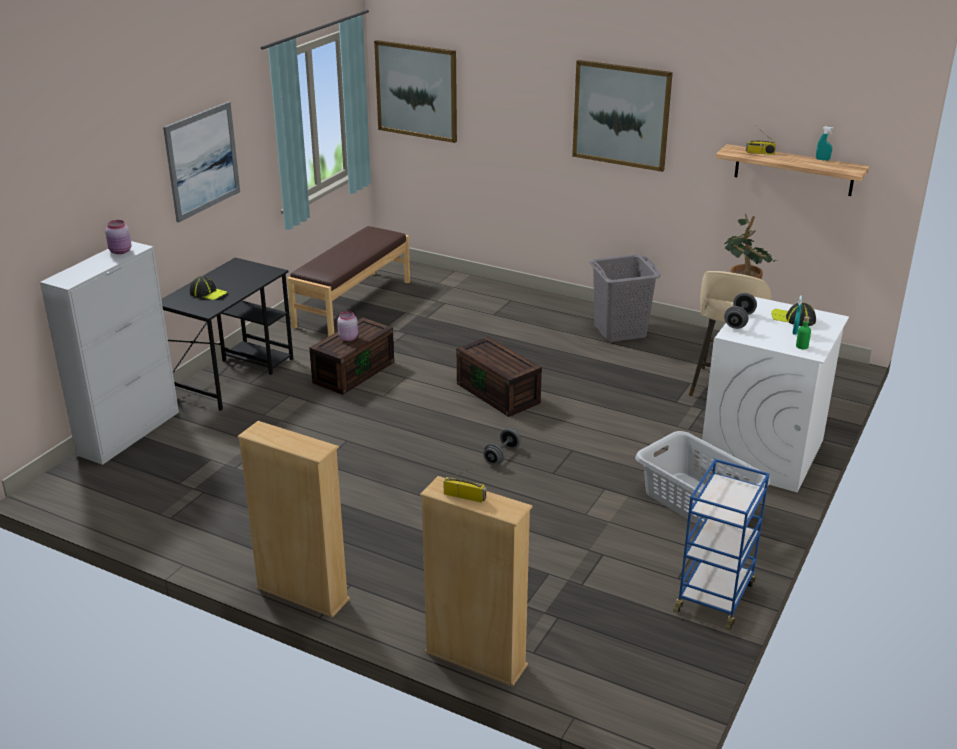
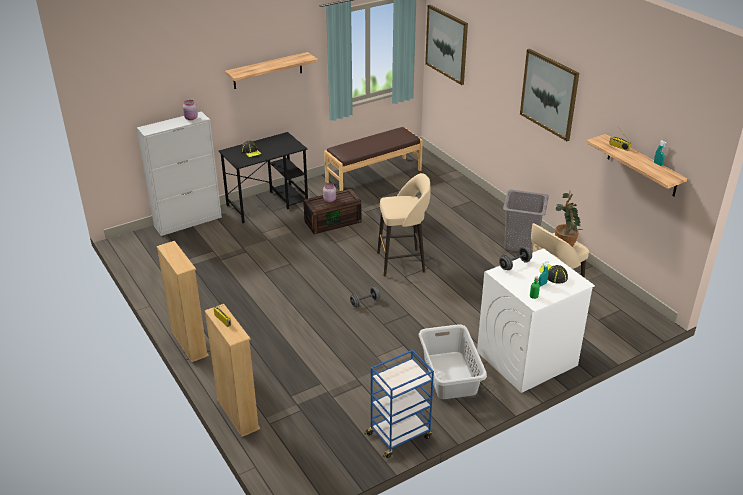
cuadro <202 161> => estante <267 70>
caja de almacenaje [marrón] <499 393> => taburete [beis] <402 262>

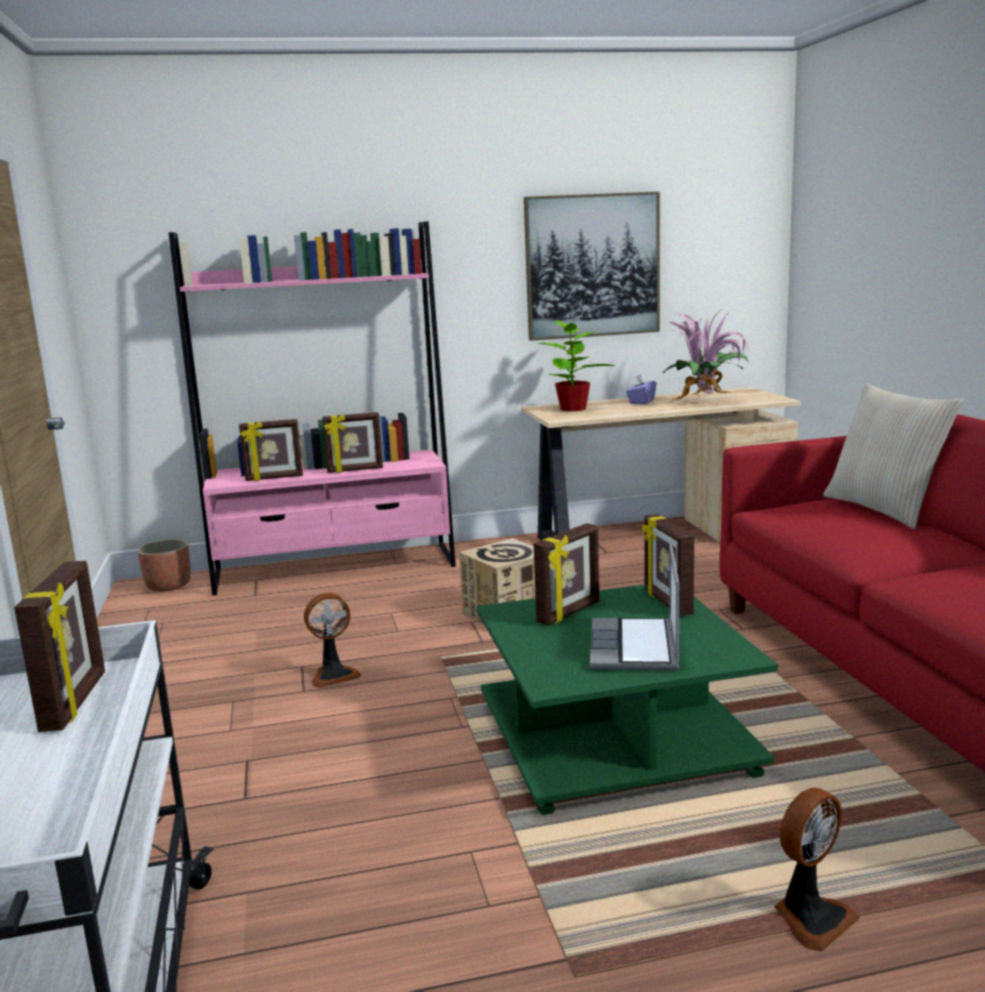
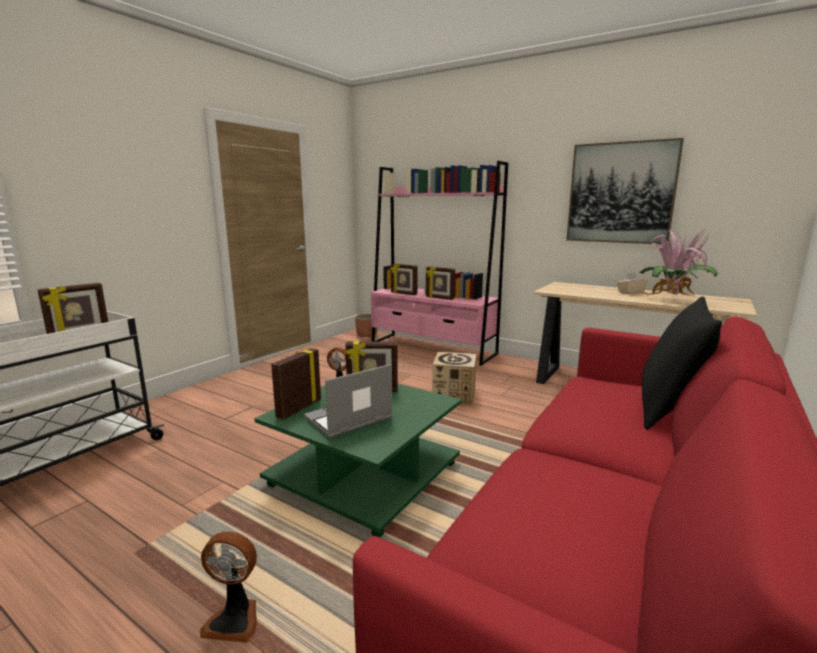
planta en maceta <573 409> => nothing
caja de pañuelos [morado] <641 402> => caja de pañuelos [beis] <630 292>
portarretratos <666 603> => portarretratos <298 408>, move
cojín [beis] <884 509> => cojín [negro] <668 409>

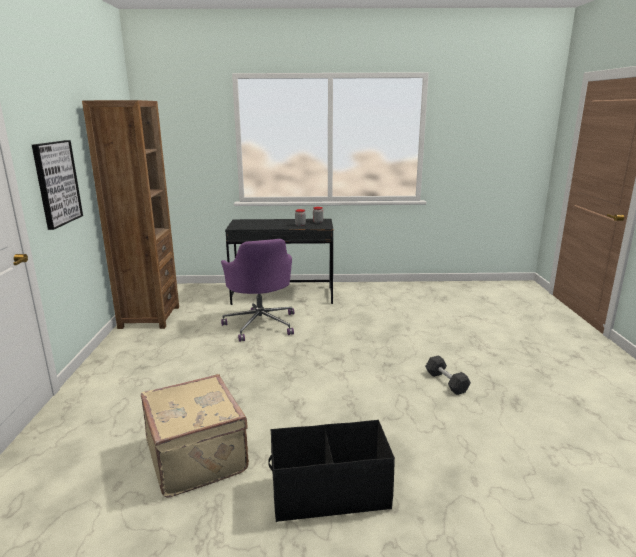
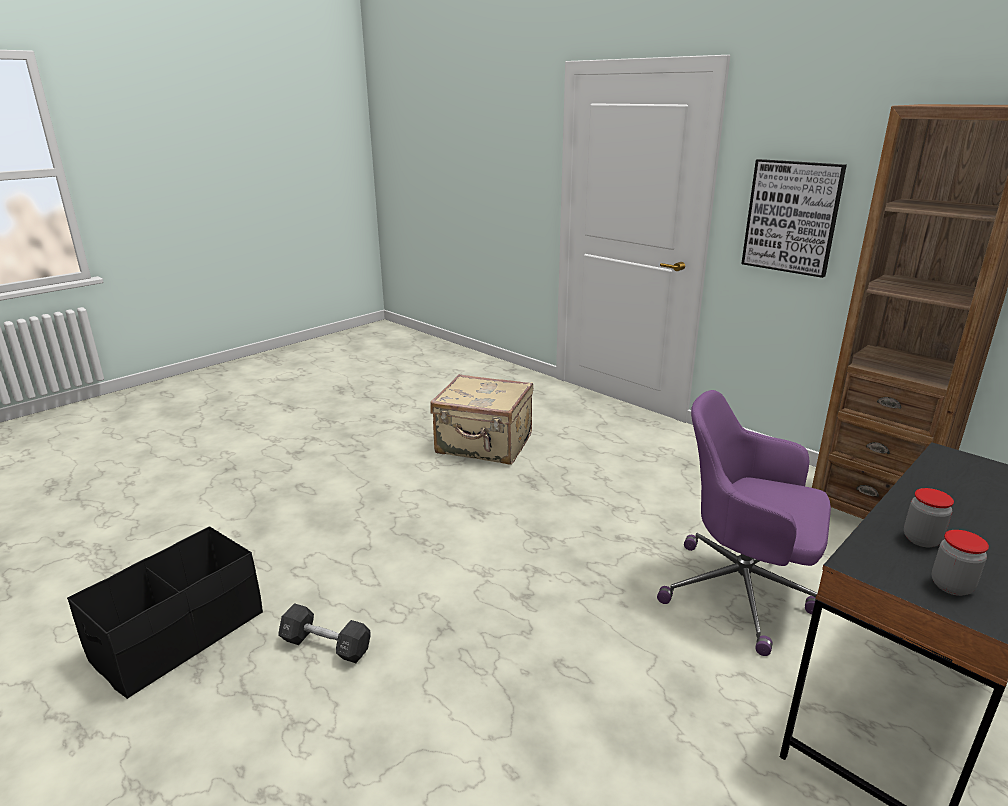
caja de almacenaje [negro] <329 492> => caja de almacenaje [negro] <180 636>, move

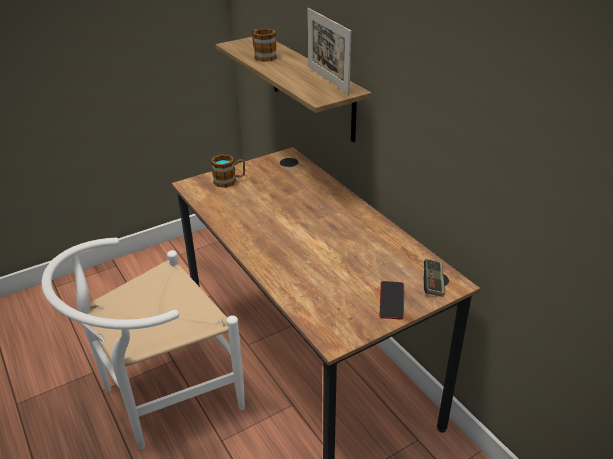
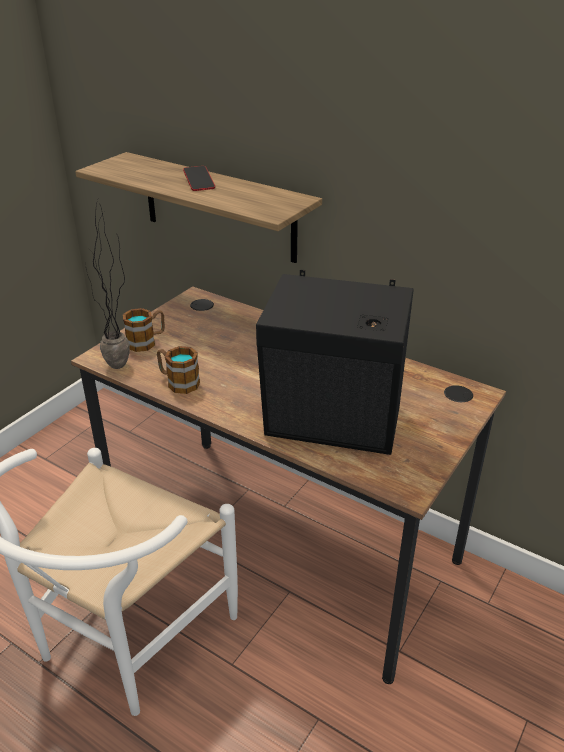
taza grande <262 56> => taza grande <178 382>, move
portarretratos <327 79> => nothing
móvil <391 302> => móvil <199 182>, move
mando de consola <433 283> => nothing
nothing => planta en maceta <119 370>
nothing => altavoz [negro] <334 426>

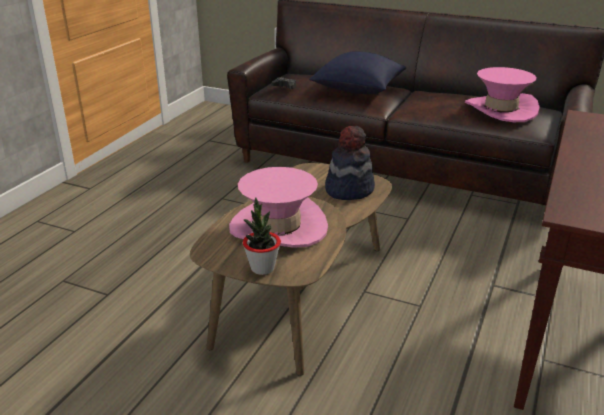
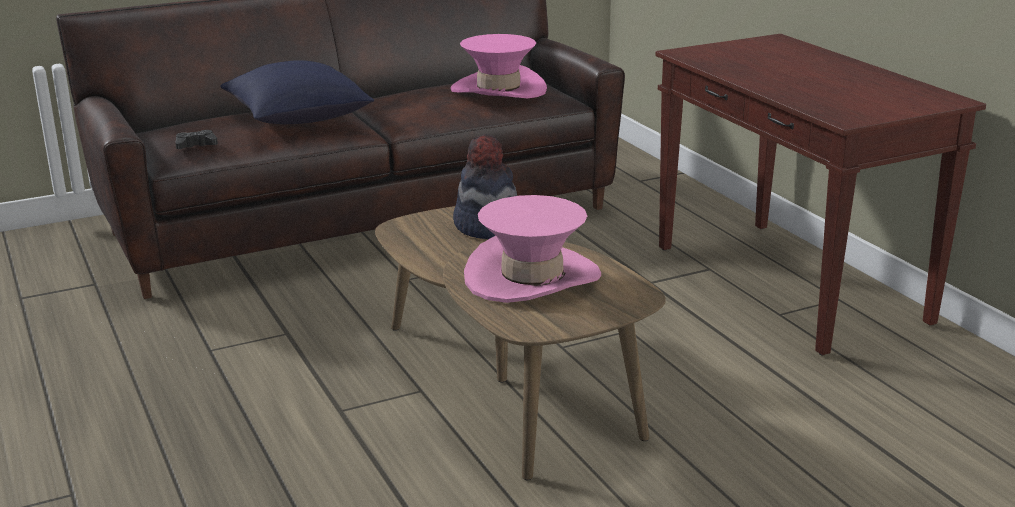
planta en maceta <262 268> => nothing

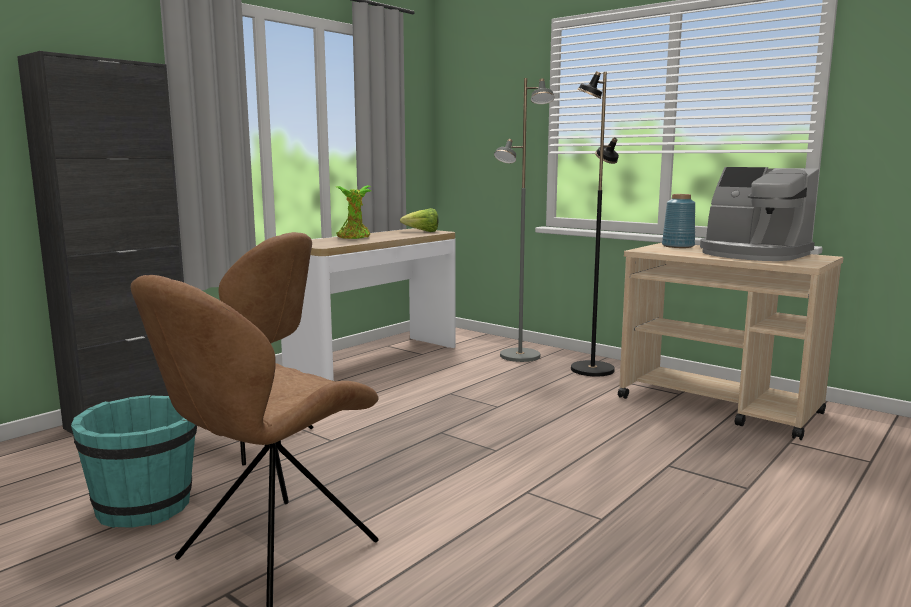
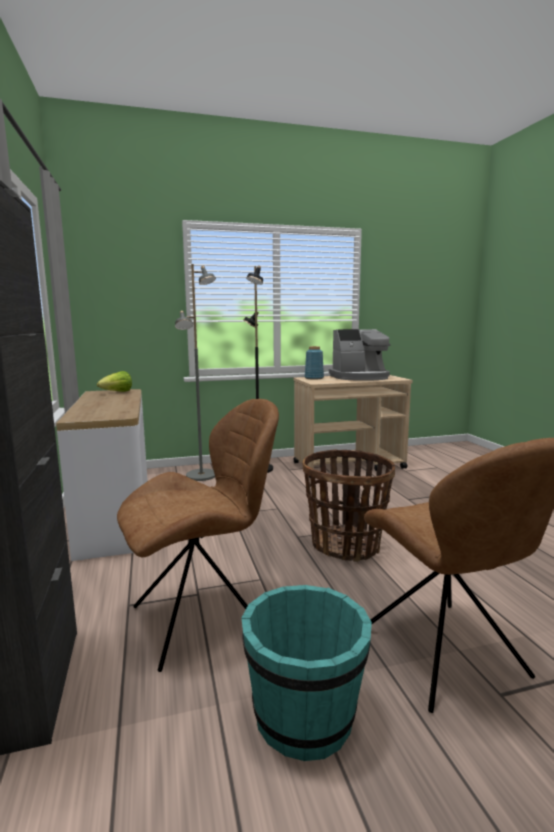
planta en maceta <354 238> => nothing
nothing => cesta <346 545>

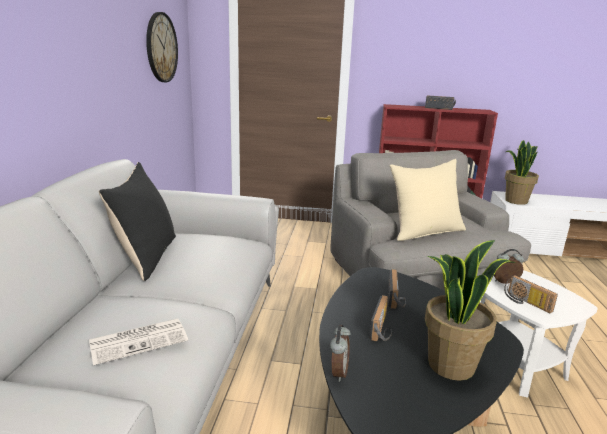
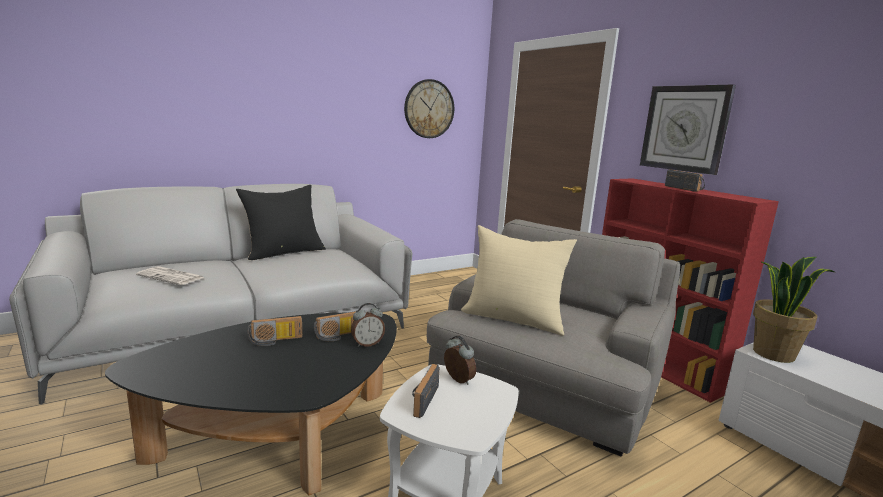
despertador <338 372> => despertador <367 344>, move
planta en maceta <450 364> => nothing
nothing => reloj de pared <685 128>

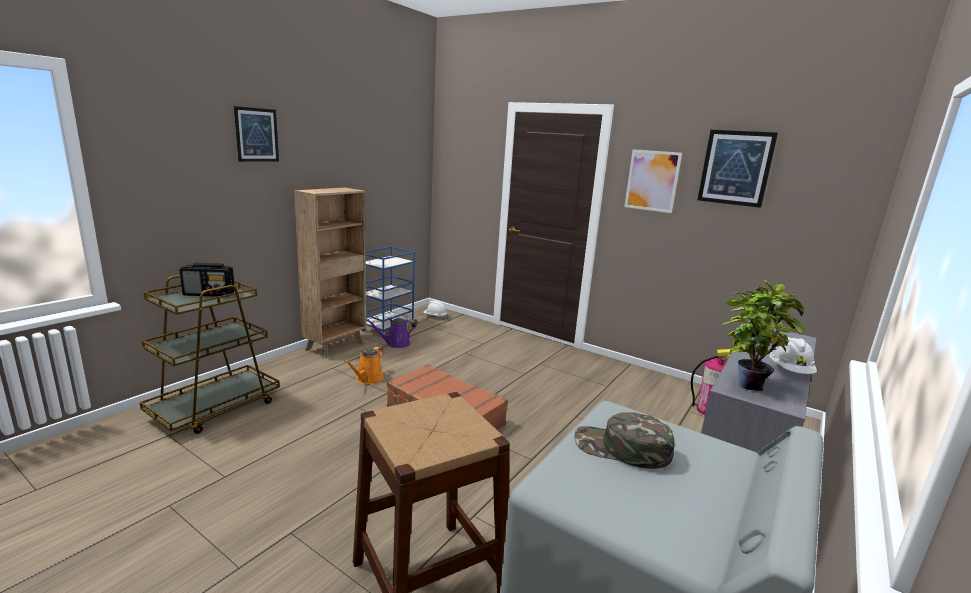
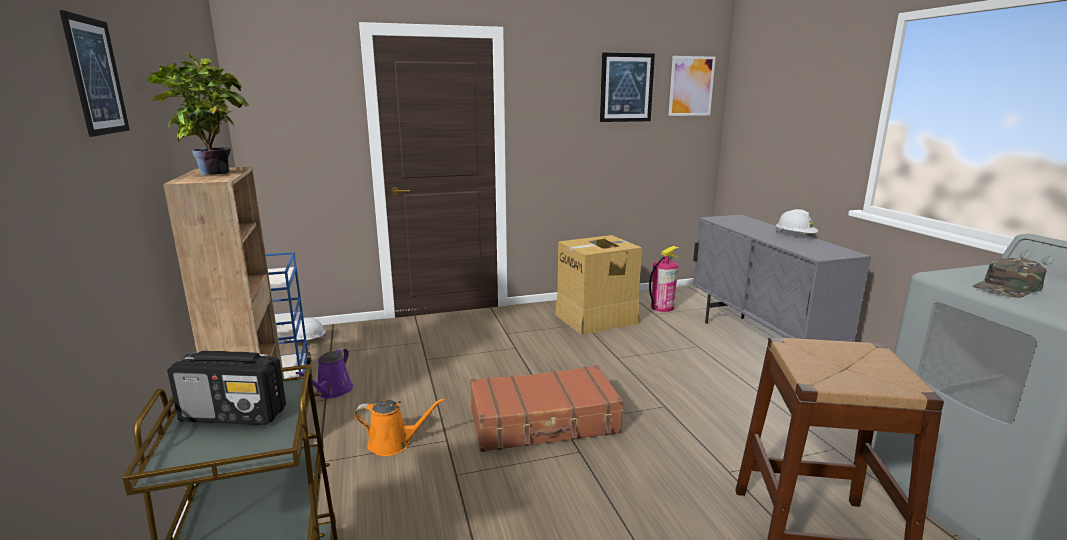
radio <209 294> => radio <234 415>, 60 degrees clockwise
regadera [naranja] <368 379> => regadera [naranja] <393 443>, 60 degrees counterclockwise
cuadro <652 180> => cuadro <691 86>, move
planta en maceta <747 383> => planta en maceta <212 173>, move
nothing => caja de cartón <597 318>

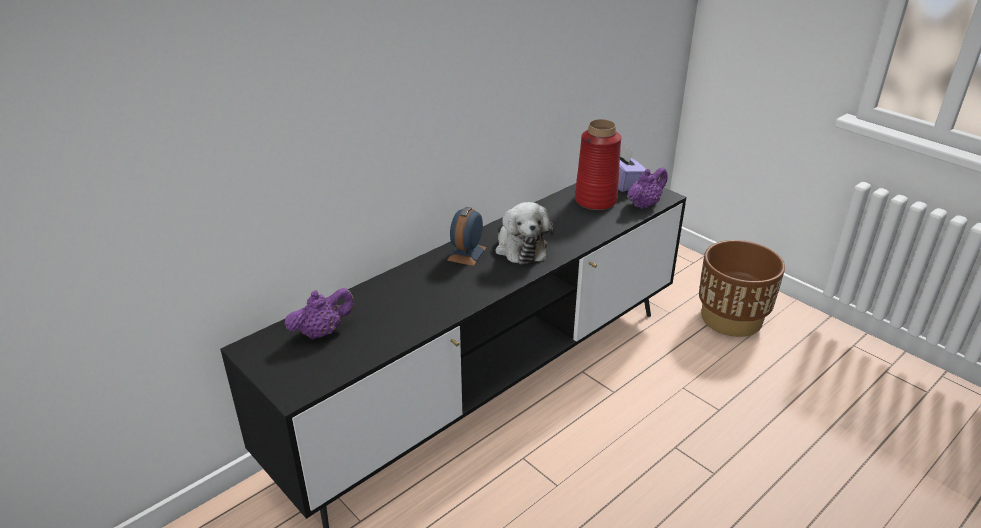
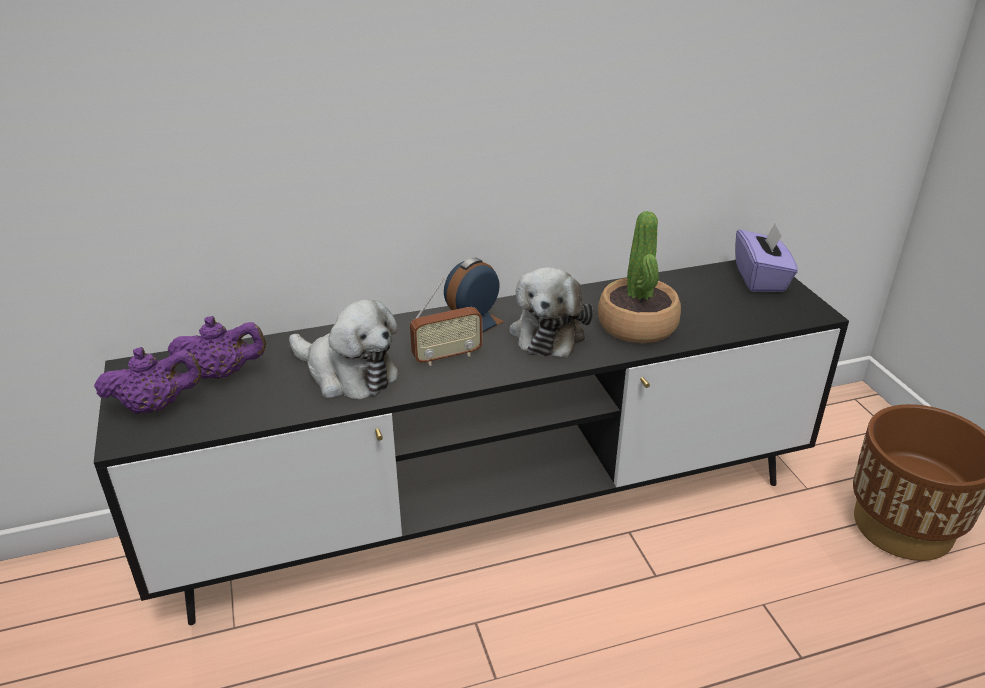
florero [rojo] <596 200> => nothing
tetera [morado] <644 204> => tetera [morado] <156 406>, move
nothing => peluche <347 374>
nothing => radio <447 356>
nothing => planta en maceta <637 325>

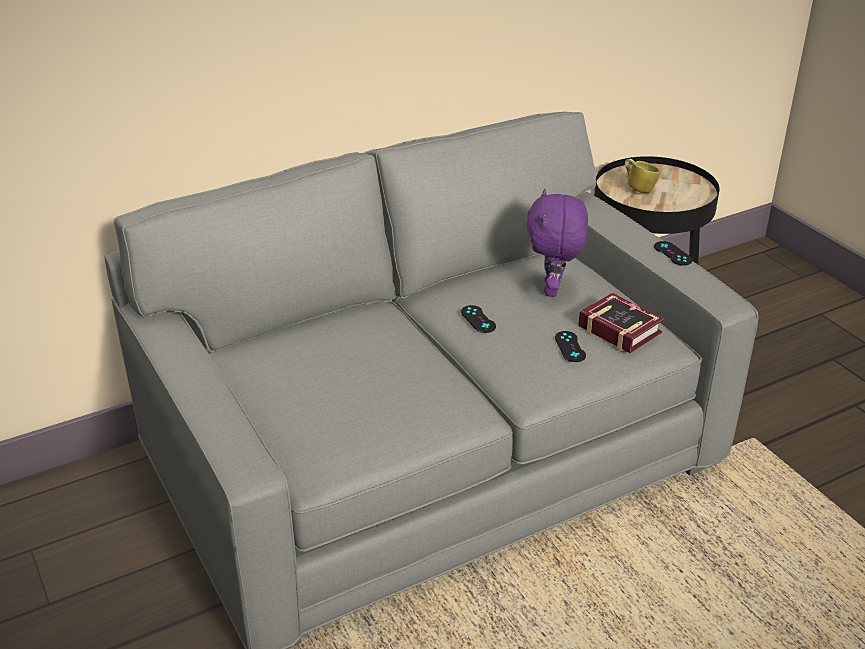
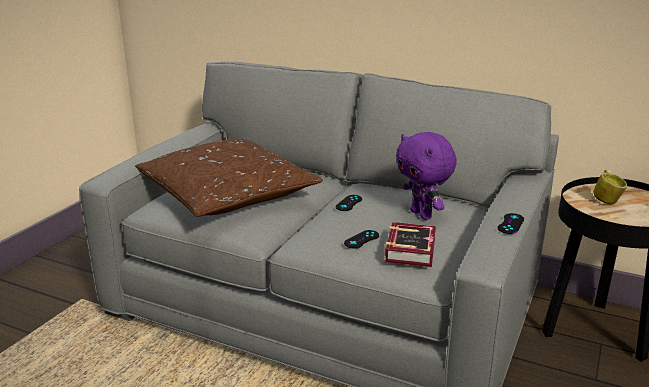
peluche [morado] <553 289> => peluche [morado] <422 215>, 90 degrees counterclockwise
nothing => cojín [marrón] <227 193>

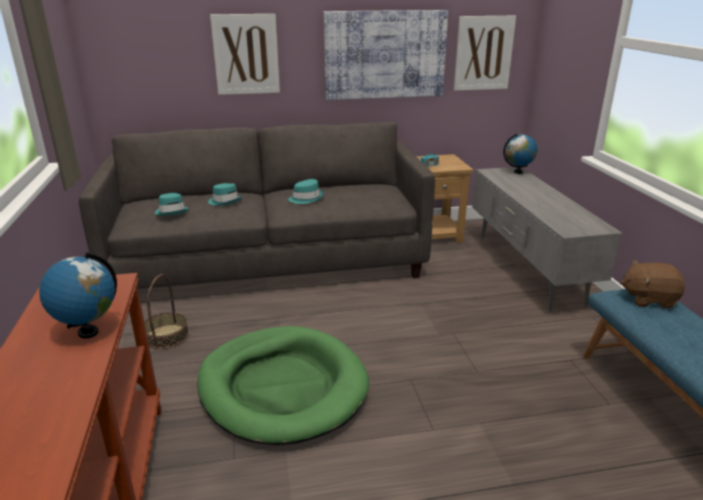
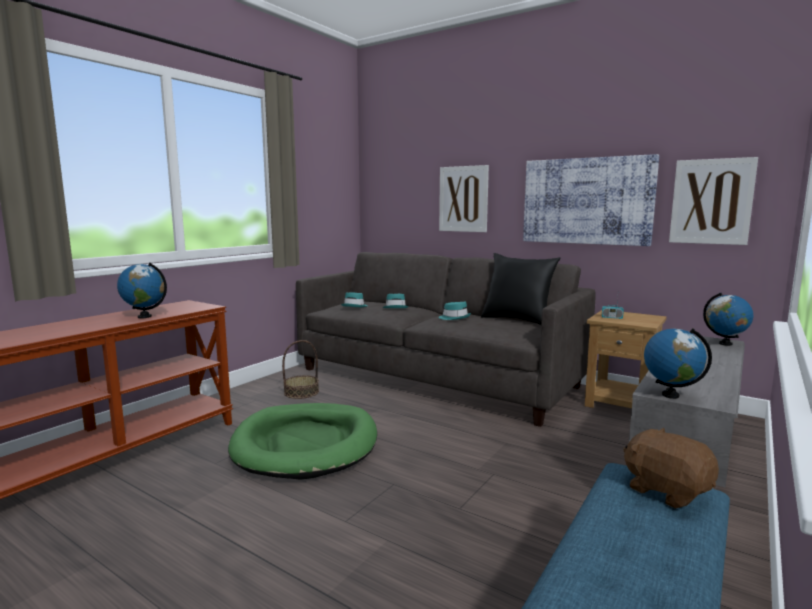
nothing => cojín [negro] <517 320>
nothing => globo terráqueo <670 395>

